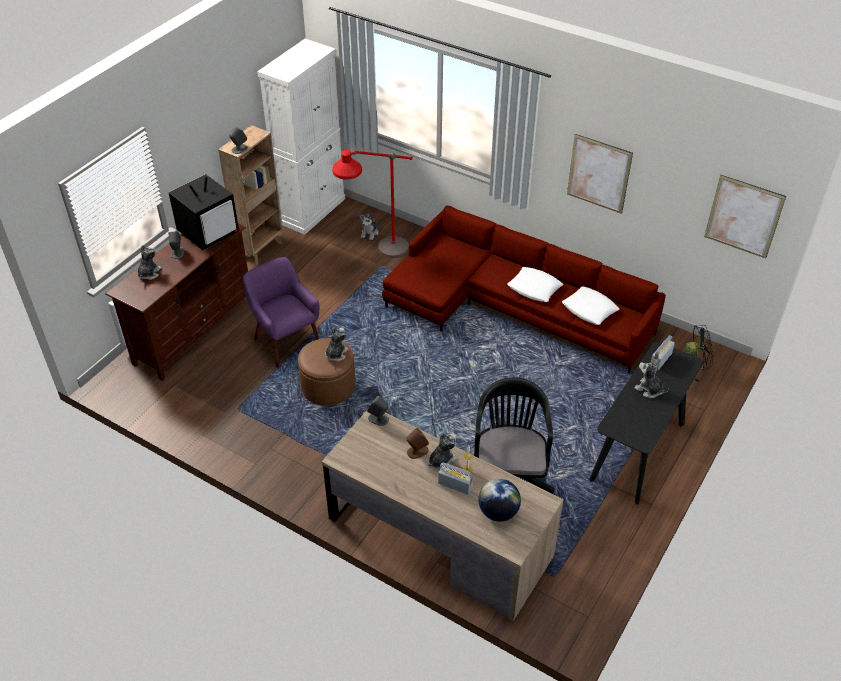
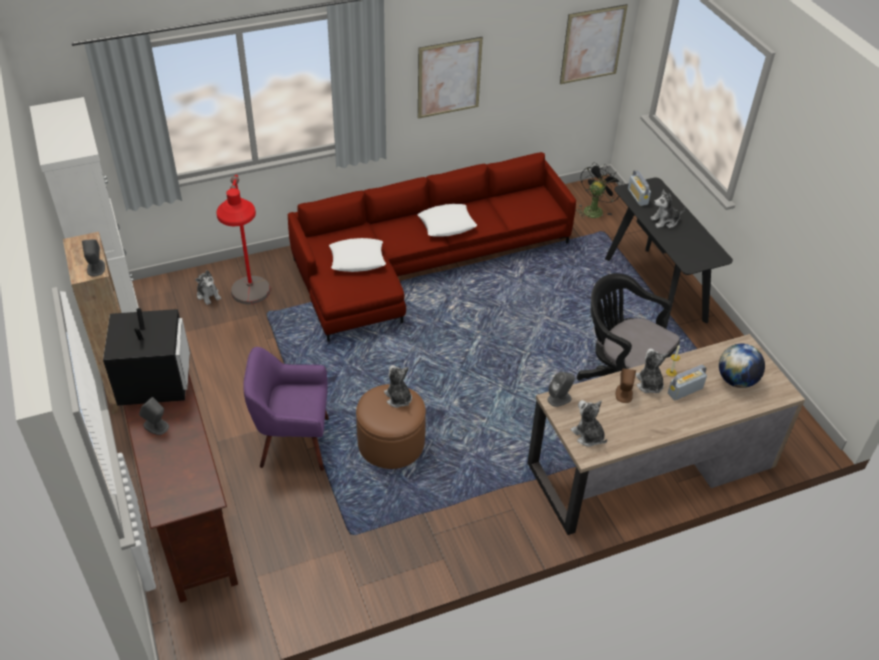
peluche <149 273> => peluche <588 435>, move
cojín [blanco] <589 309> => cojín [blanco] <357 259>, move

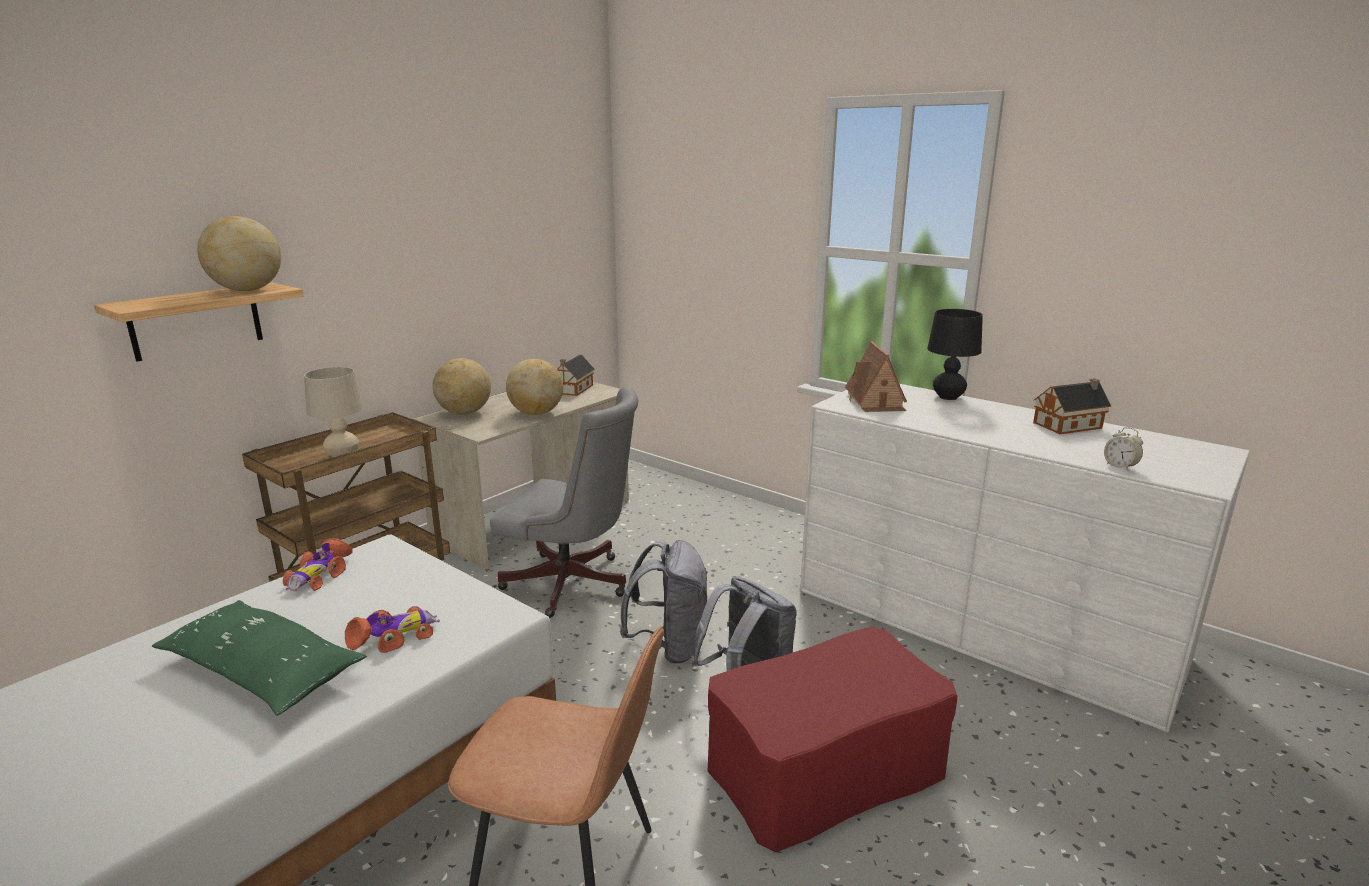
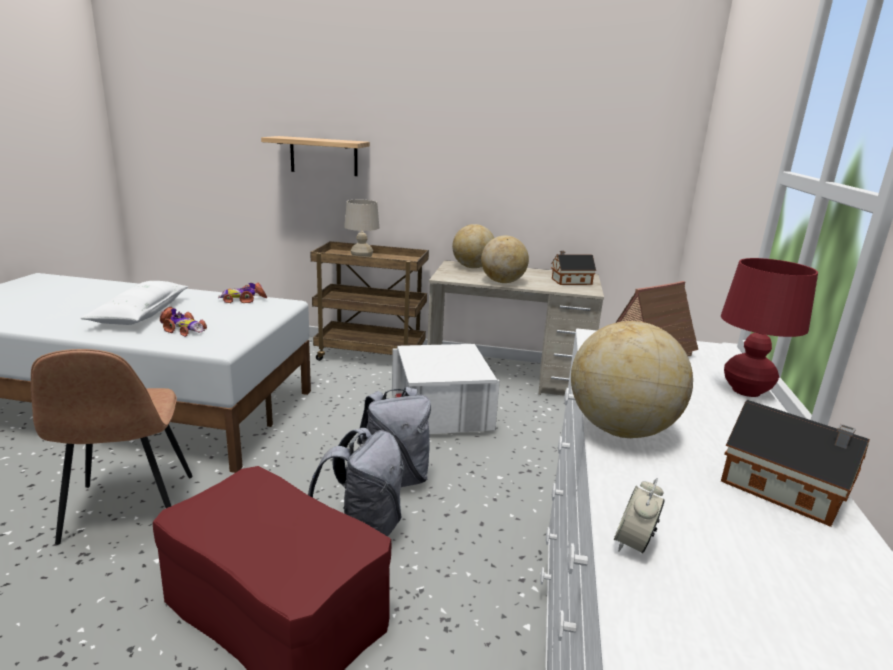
cojín [verde] <261 671> => cojín [blanco] <141 313>
globo terráqueo <247 290> => globo terráqueo <620 429>, move
silla de oficina [gris] <573 585> => caja de almacenaje [blanco] <439 416>
lámpara de mesa [negro] <948 397> => lámpara de mesa [rojo] <745 391>

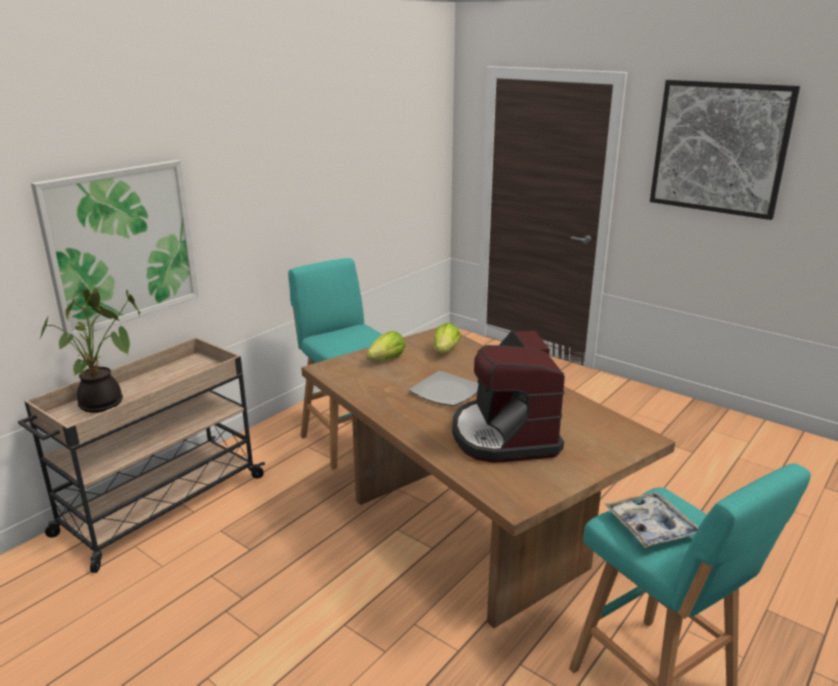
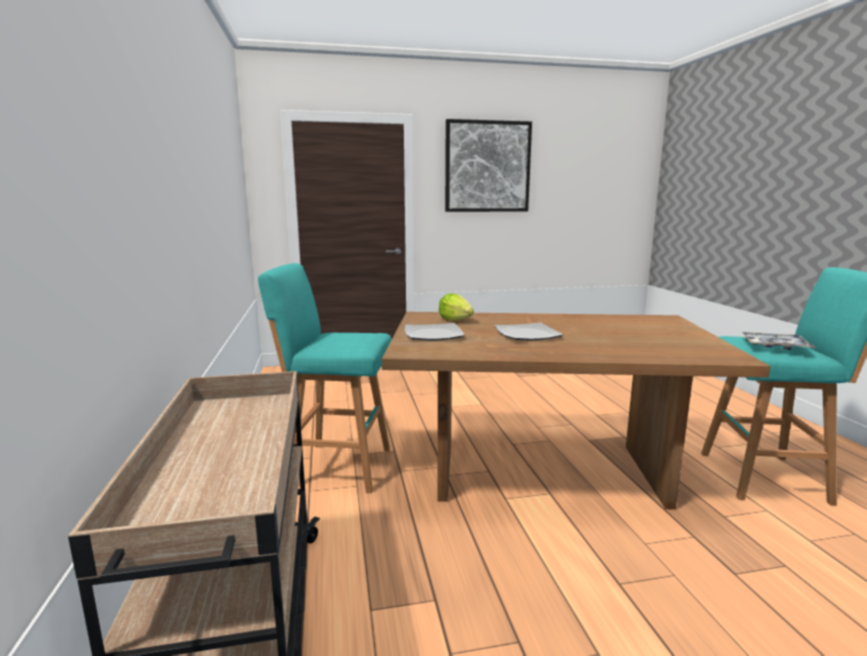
cuadro <122 245> => nothing
planta en maceta <104 404> => nothing
lechuga <387 360> => plato <434 334>
cafetera <504 435> => nothing

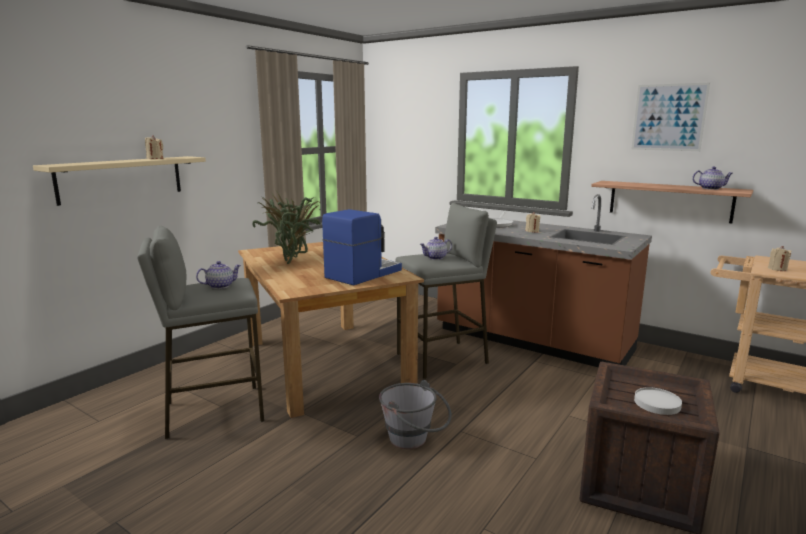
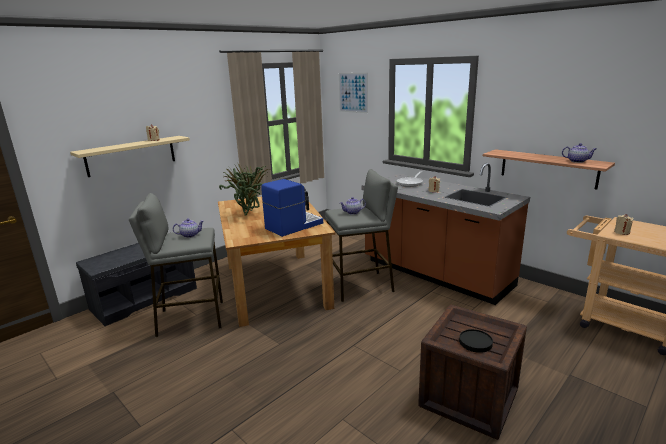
cubo [gris] <415 441> => nothing
cuadro <668 117> => cuadro <353 92>, move
plato [blanco] <656 403> => plato [negro] <475 342>
nothing => banco [gris] <145 298>

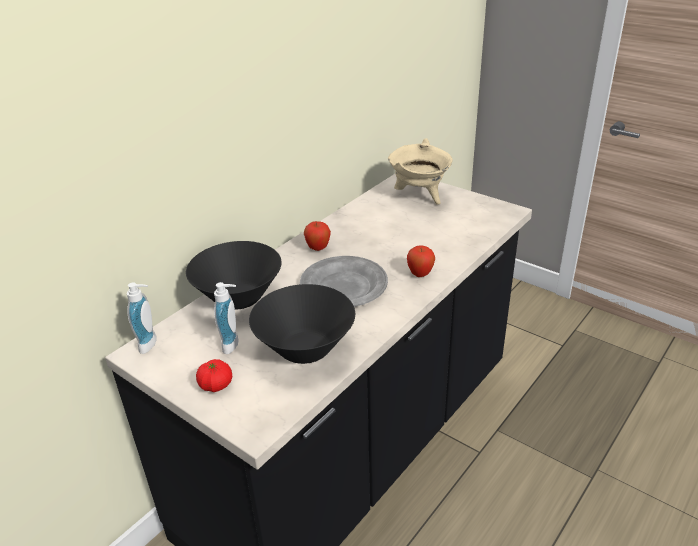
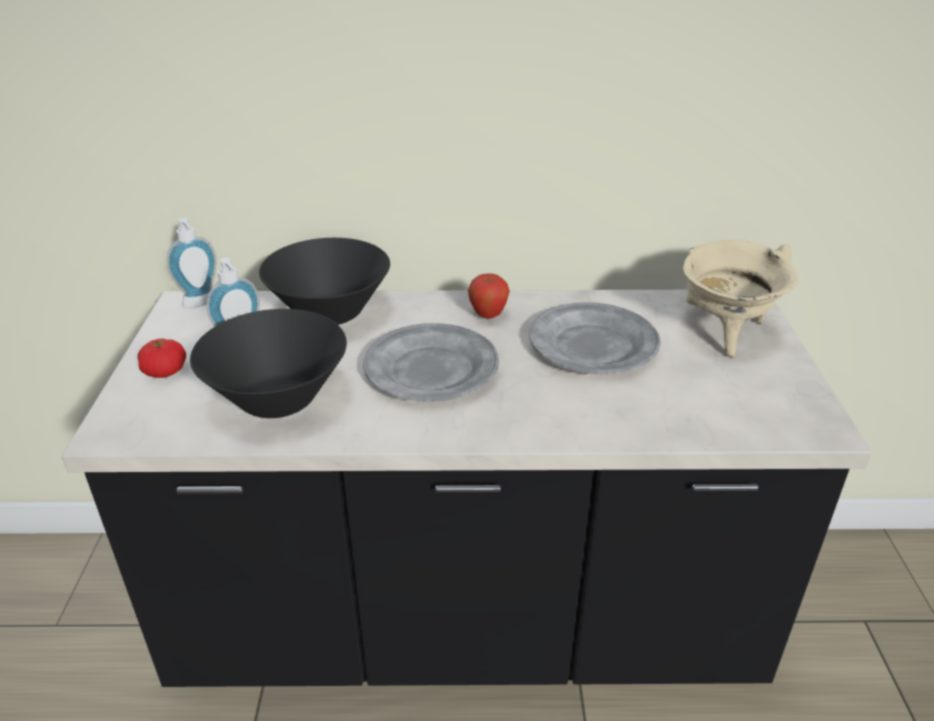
manzana <420 274> => nothing
nothing => plato [gris] <593 345>

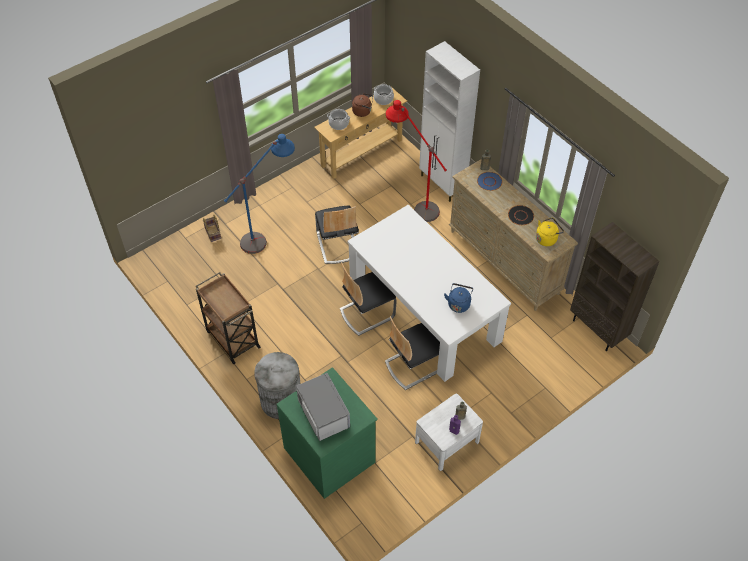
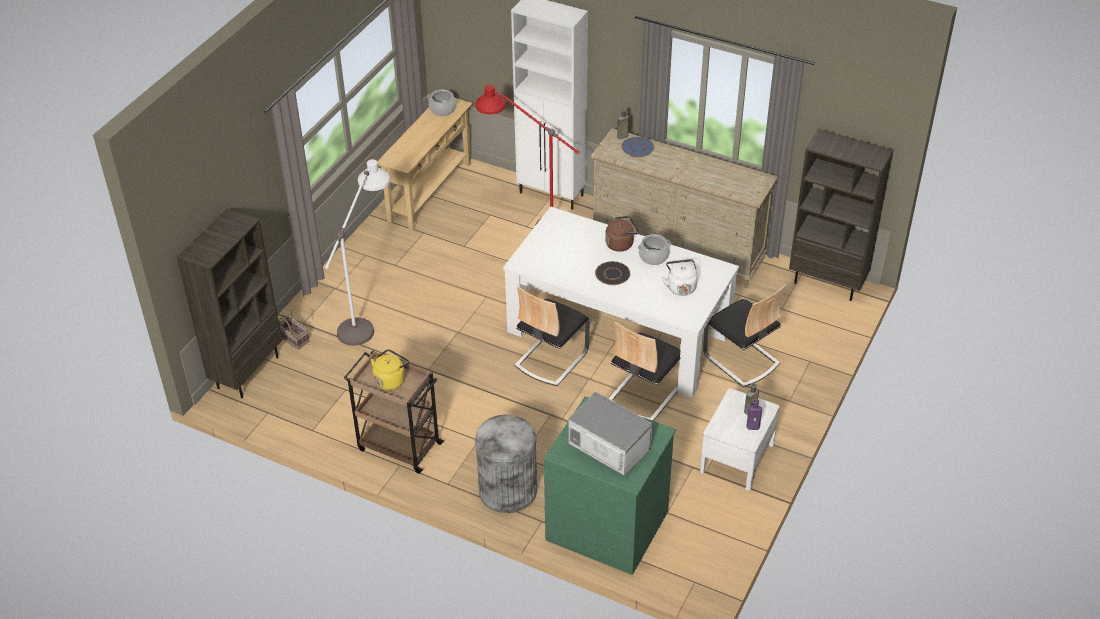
lámpara de pie [azul] <268 233> => lámpara de pie [blanco] <368 315>
silla <337 245> => silla <741 359>, move
olla <339 124> => olla <653 256>, move
hervidor [marrón] <363 111> => hervidor [marrón] <621 243>, move
hervidor [azul] <458 303> => hervidor [blanco] <680 286>
plato [negro] <520 215> => plato [negro] <612 274>, move
hervidor [amarillo] <547 238> => hervidor [amarillo] <391 380>, move
nothing => estantería [marrón] <247 372>

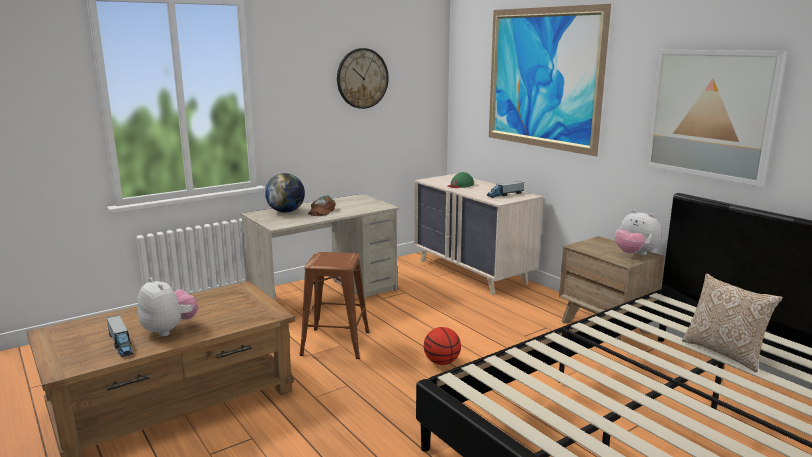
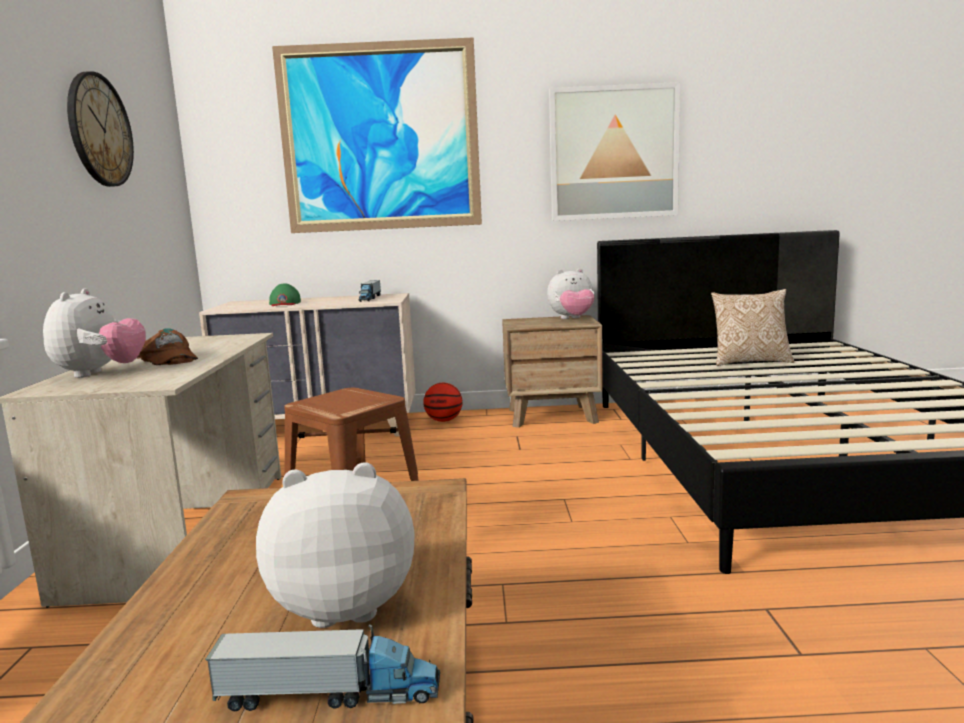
globo terráqueo <286 211> => peluche <100 373>
balón de baloncesto <442 362> => balón de baloncesto <444 420>, move

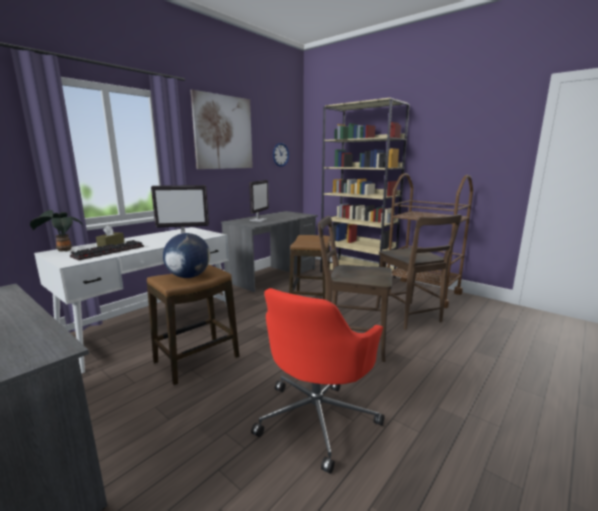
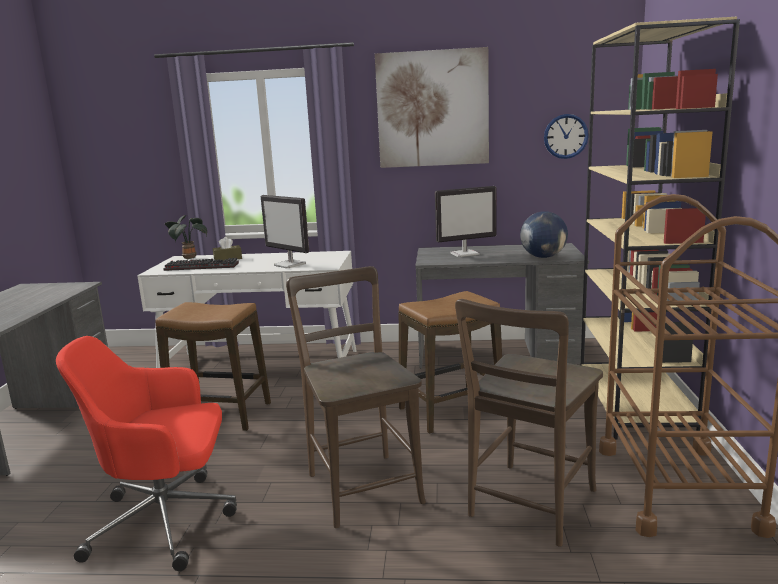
globo terráqueo <188 276> => globo terráqueo <543 257>, move

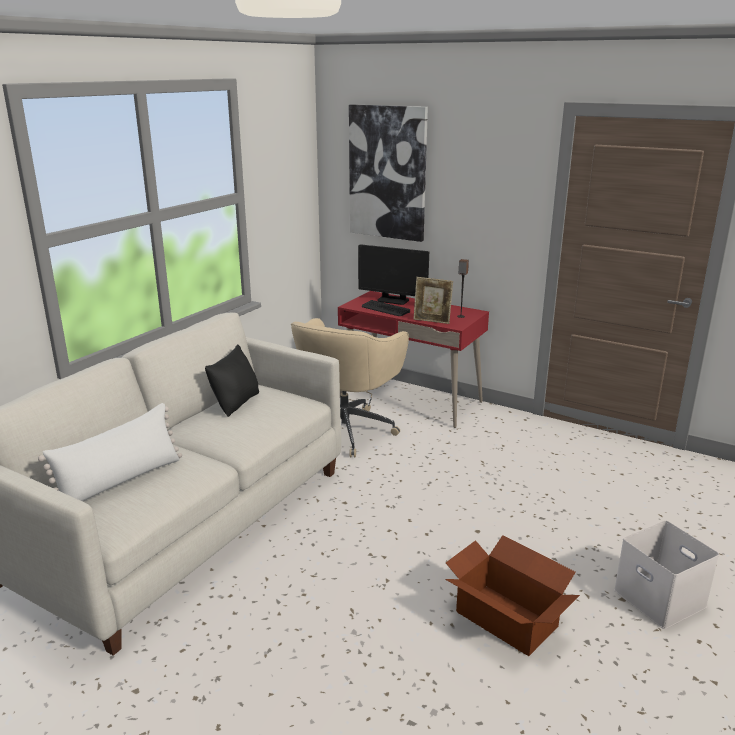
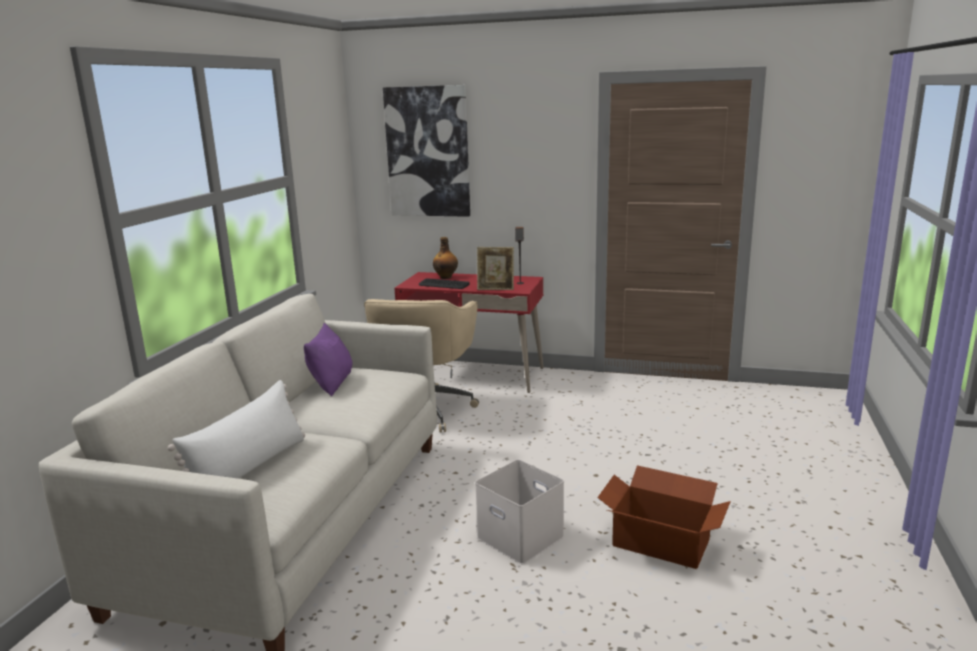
cojín [negro] <236 403> => cojín [morado] <332 384>
monitor <393 300> => botella <446 277>
caja de almacenaje [blanco] <661 598> => caja de almacenaje [blanco] <522 537>, move

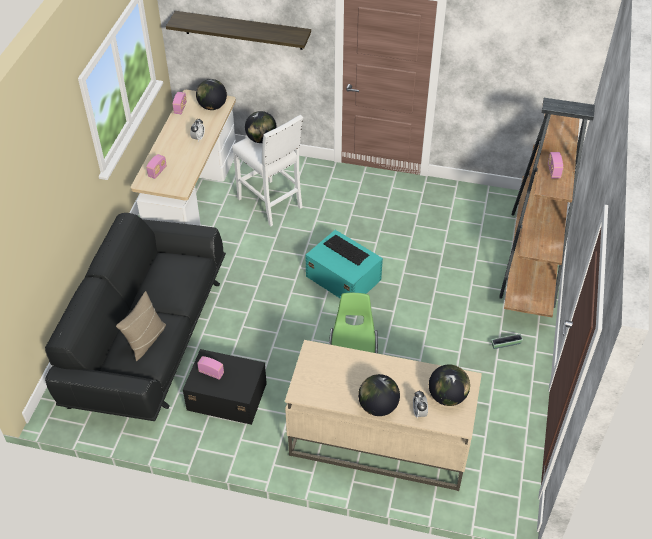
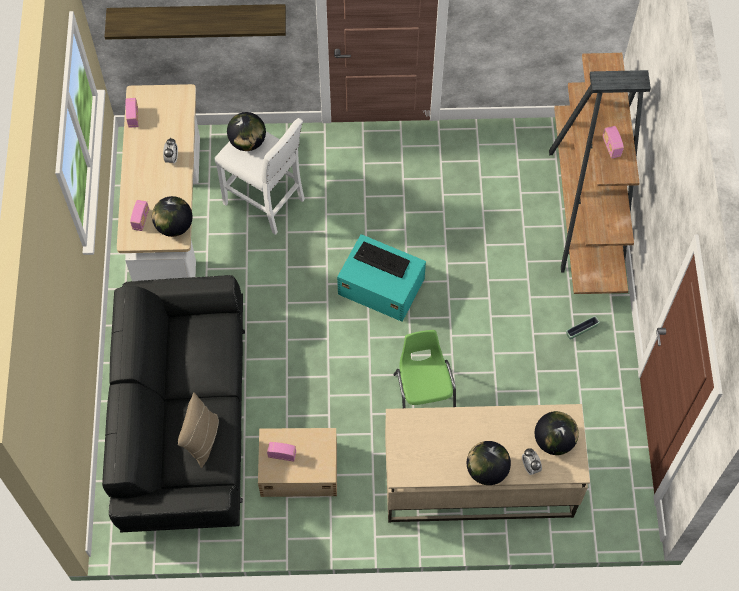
caja de almacenaje [negro] <226 396> => caja de almacenaje [beis] <298 469>
globo terráqueo <212 106> => globo terráqueo <174 226>, move

